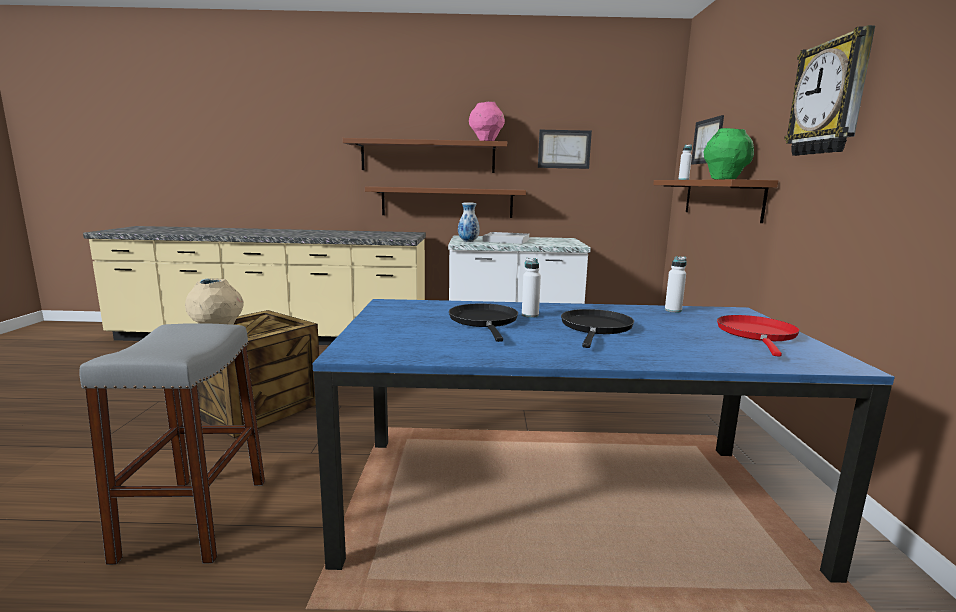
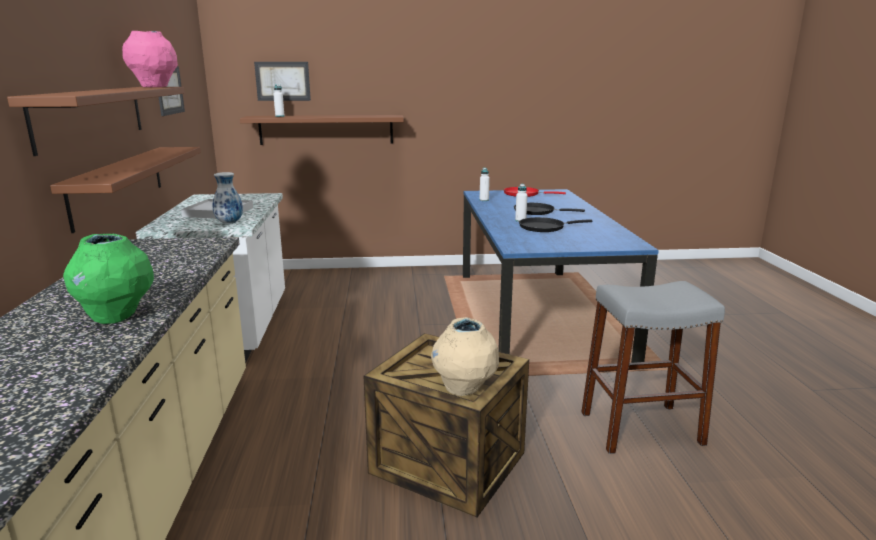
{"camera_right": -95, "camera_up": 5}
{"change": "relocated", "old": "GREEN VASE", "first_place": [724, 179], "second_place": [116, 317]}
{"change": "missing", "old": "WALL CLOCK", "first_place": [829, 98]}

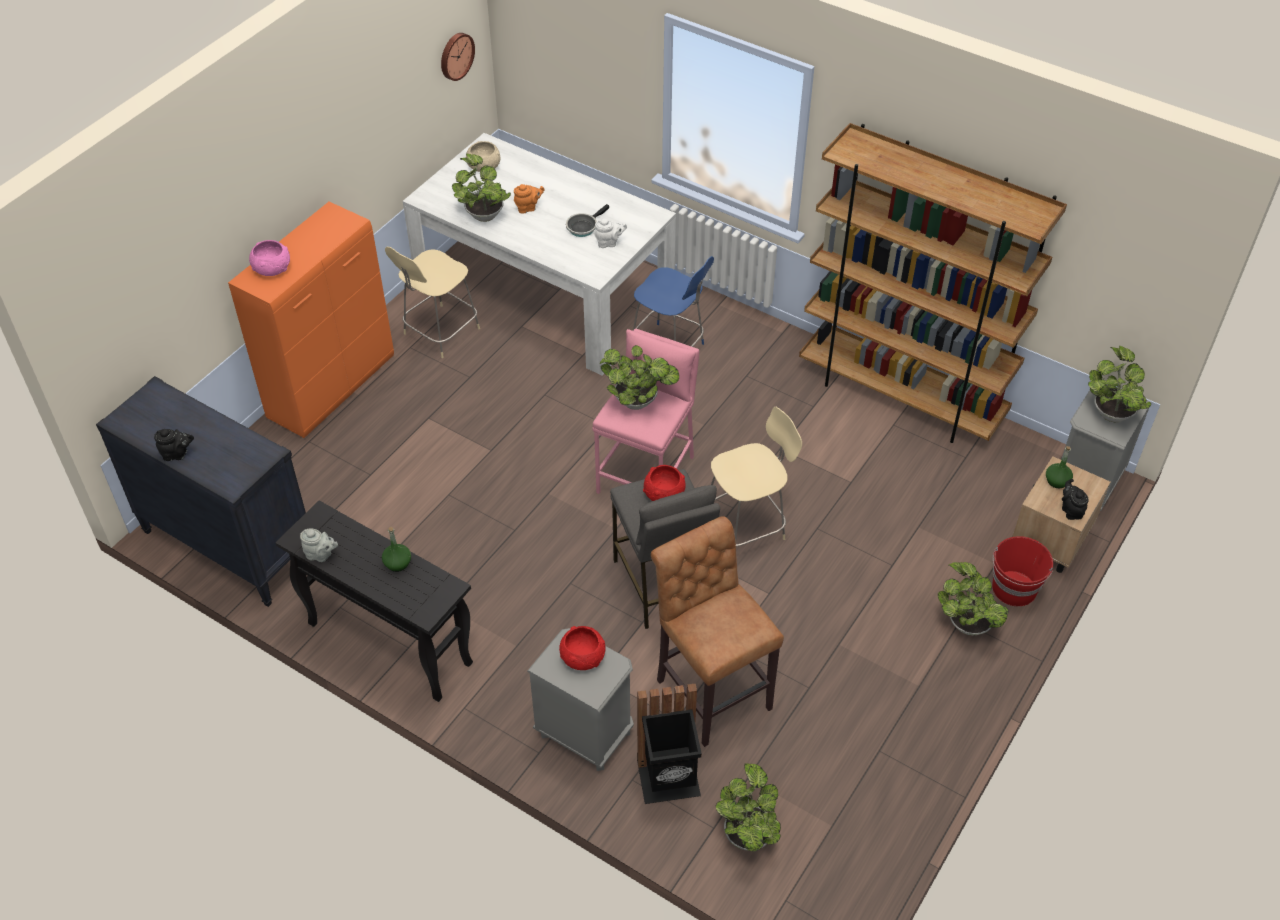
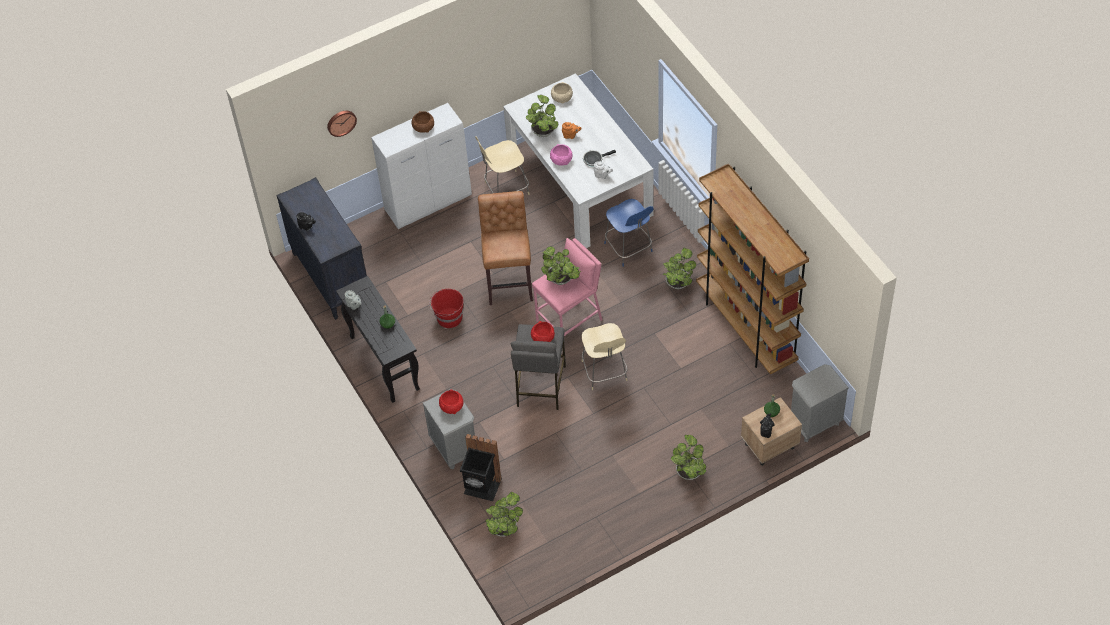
{"camera_right": 30, "camera_up": 5}
{"change": "relocated", "old": "WALL CLOCK", "first_place": [455, 55], "second_place": [341, 122]}
{"change": "colour", "old": "ORANGE CABINET", "new": "WHITE CABINET", "first_place": [332, 387], "second_place": [429, 203]}
{"change": "appeared", "new": "BROWN BOWL", "second_place": [423, 127]}
{"change": "relocated", "old": "RED BUCKET", "first_place": [1014, 589], "second_place": [449, 318]}
{"change": "relocated", "old": "BROWN STOOL", "first_place": [710, 690], "second_place": [509, 281]}
{"change": "relocated", "old": "PINK BOWL", "first_place": [272, 268], "second_place": [561, 160]}
{"change": "spun", "old": "BEIGE CHAIR", "first_place": [746, 528], "second_place": [604, 372], "degrees": 75}
{"change": "relocated", "old": "POTTED PLANT", "first_place": [1111, 411], "second_place": [678, 282]}

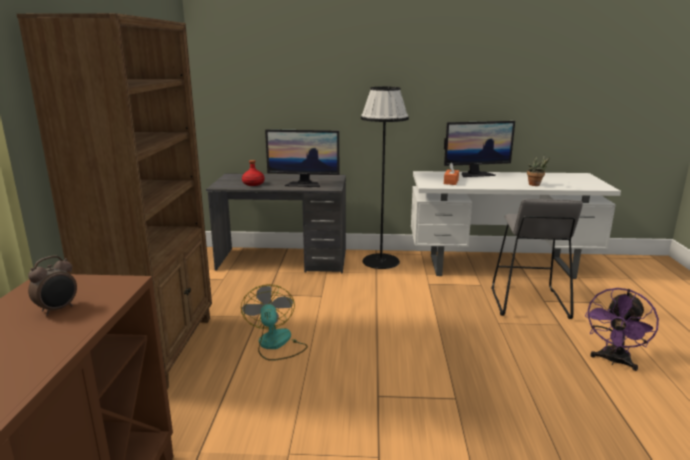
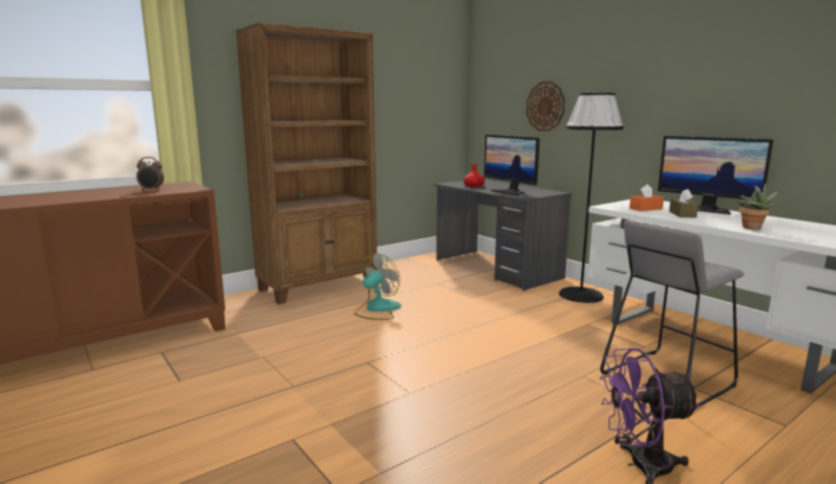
{"camera_right": 50, "camera_up": -5}
{"change": "appeared", "new": "WALL CLOCK", "second_place": [545, 106]}
{"change": "appeared", "new": "BROWN TISSUE BOX", "second_place": [682, 214]}

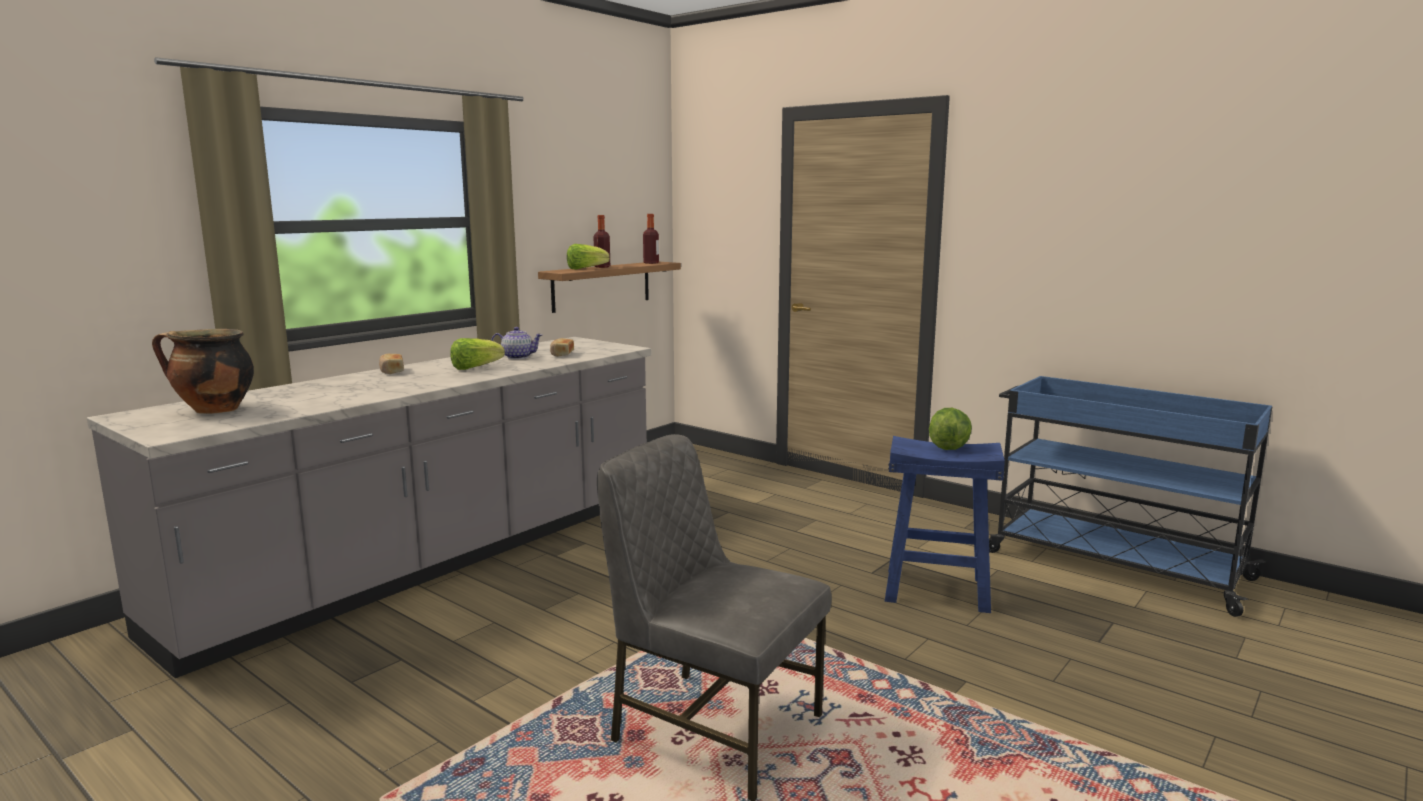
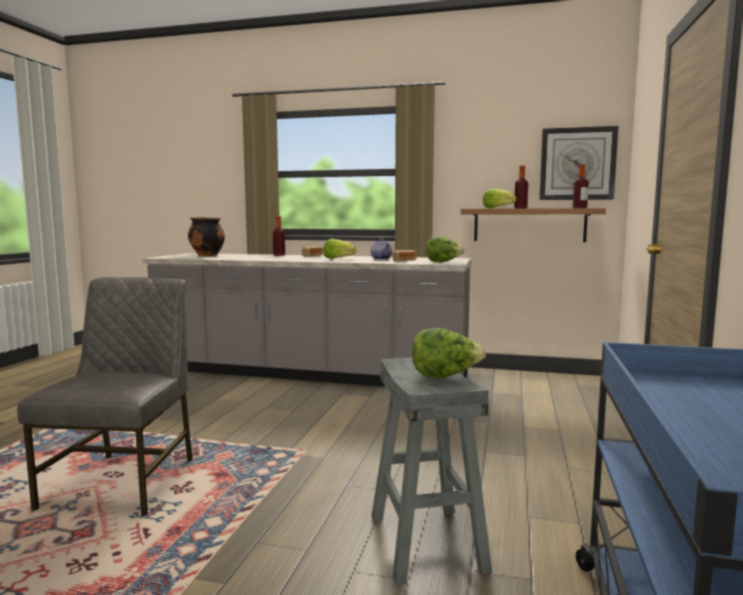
{"camera_right": 65, "camera_up": -5}
{"change": "appeared", "new": "BOTTLE", "second_place": [279, 255]}
{"change": "colour", "old": "BLUE STOOL", "new": "GREY STOOL", "first_place": [937, 589], "second_place": [427, 542]}
{"change": "appeared", "new": "LETTUCE", "second_place": [443, 262]}
{"change": "appeared", "new": "WALL CLOCK", "second_place": [577, 164]}

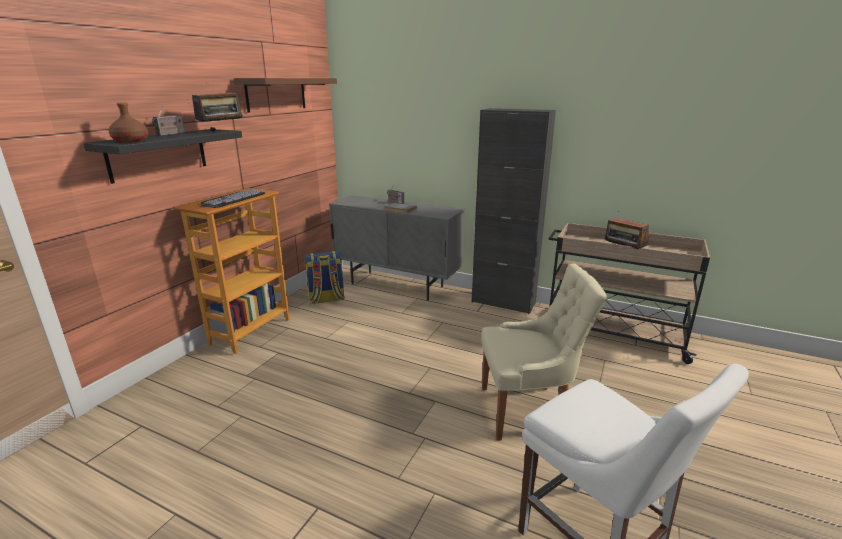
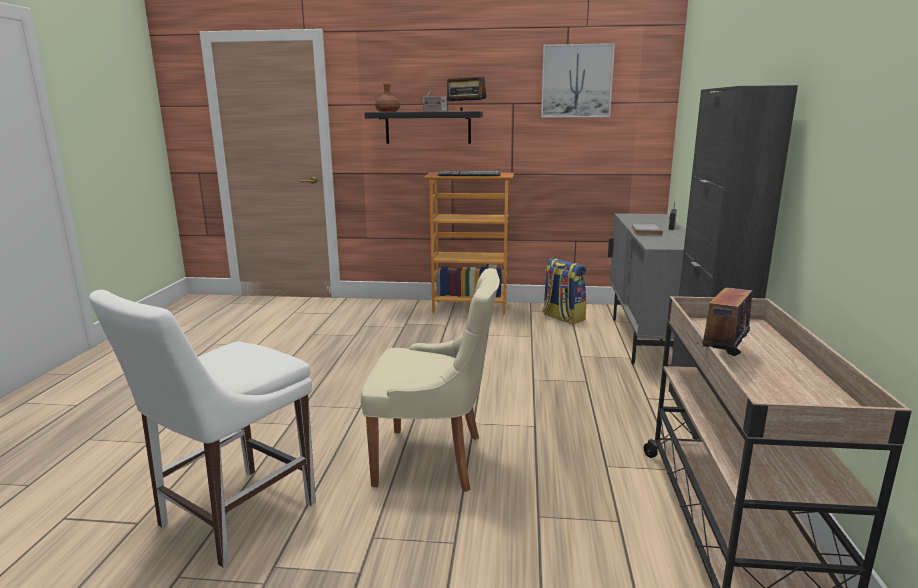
{"camera_right": 70, "camera_up": -5}
{"change": "spun", "old": "BEIGE CHAIR", "first_place": [527, 411], "second_place": [434, 459], "degrees": -60}
{"change": "exchanged", "old": "BROWN SHELF", "new": "PICTURE", "first_place": [276, 94], "second_place": [576, 81]}

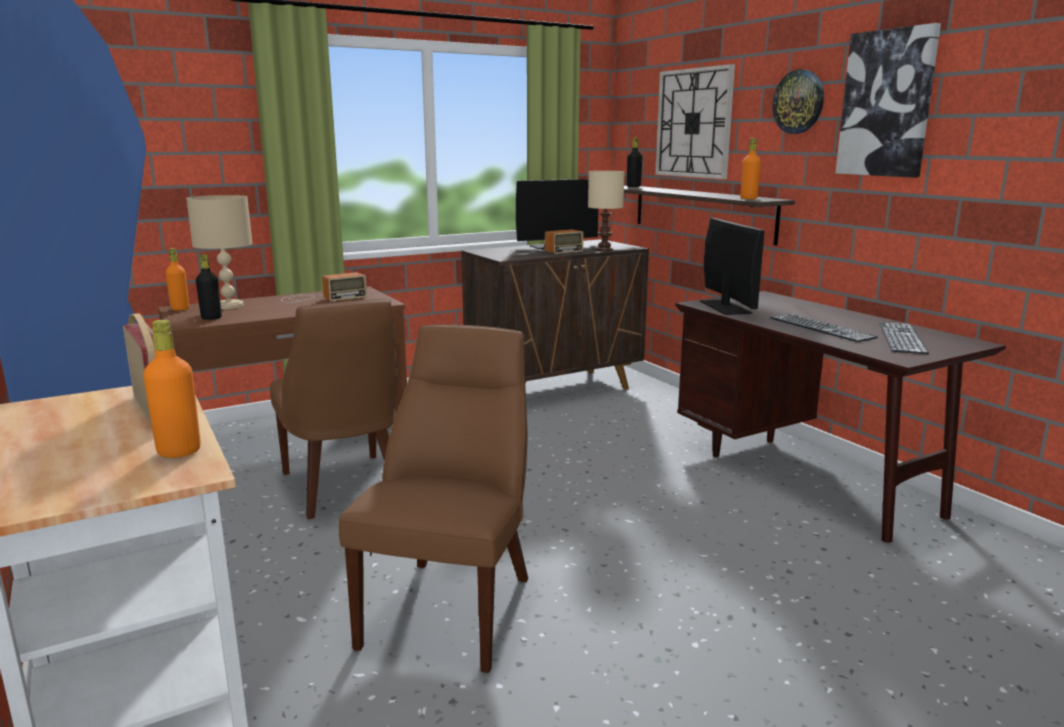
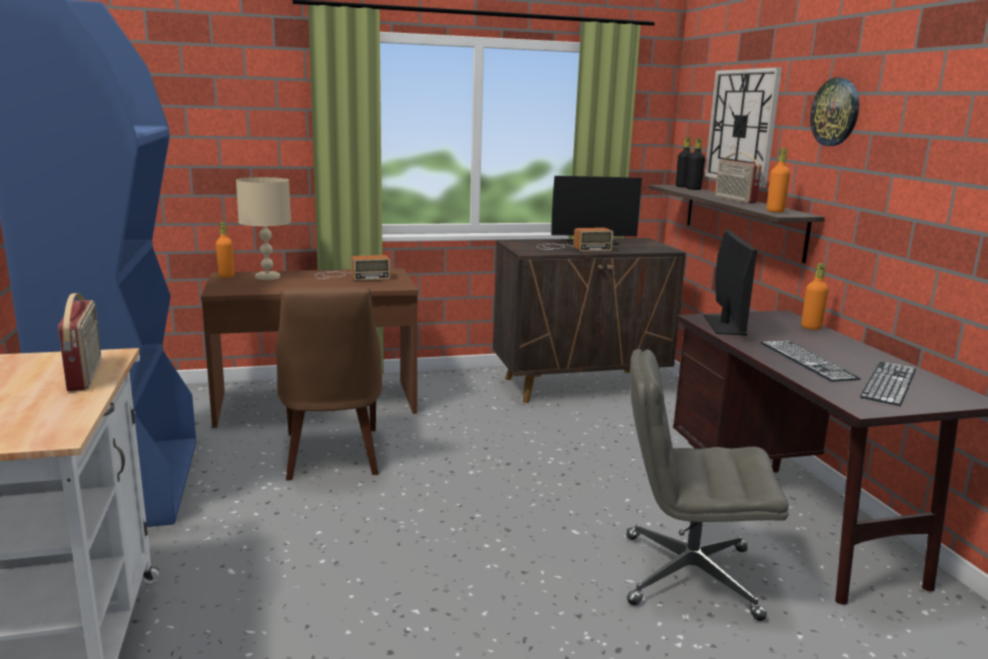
{"camera_right": 15, "camera_up": 0}
{"change": "appeared", "new": "GREY OFFICE CHAIR", "second_place": [687, 576]}
{"change": "relocated", "old": "BLACK BOTTLE", "first_place": [211, 318], "second_place": [693, 189]}
{"change": "appeared", "new": "RADIO", "second_place": [734, 199]}
{"change": "relocated", "old": "ORANGE BOTTLE", "first_place": [179, 451], "second_place": [811, 327]}
{"change": "missing", "old": "BROWN CHAIR", "first_place": [452, 606]}
{"change": "missing", "old": "BEIGE TABLE LAMP", "first_place": [605, 250]}
{"change": "missing", "old": "PICTURE", "first_place": [887, 104]}

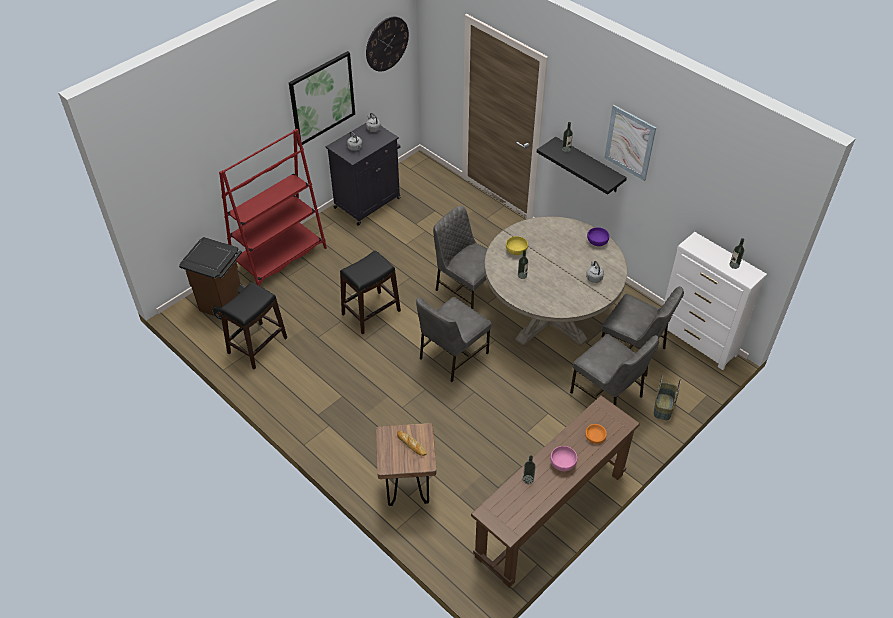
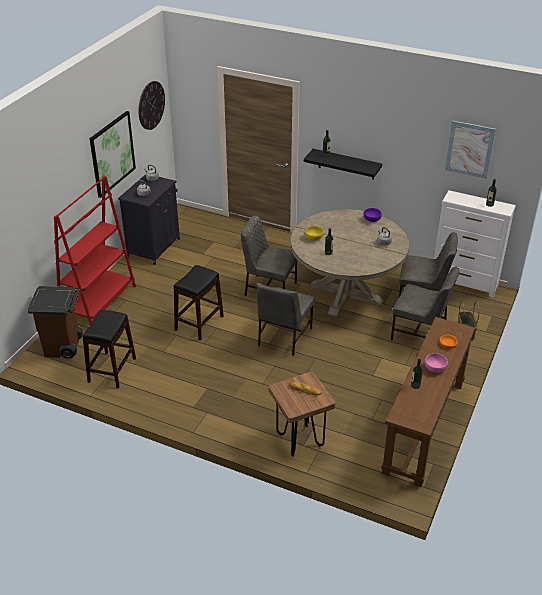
{"camera_right": -20, "camera_up": -10}
{"change": "relocated", "old": "PICTURE", "first_place": [630, 142], "second_place": [469, 149]}

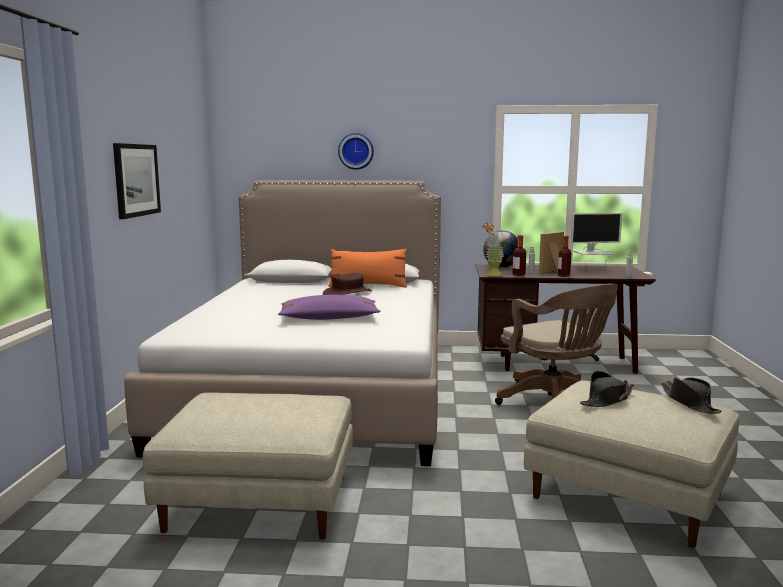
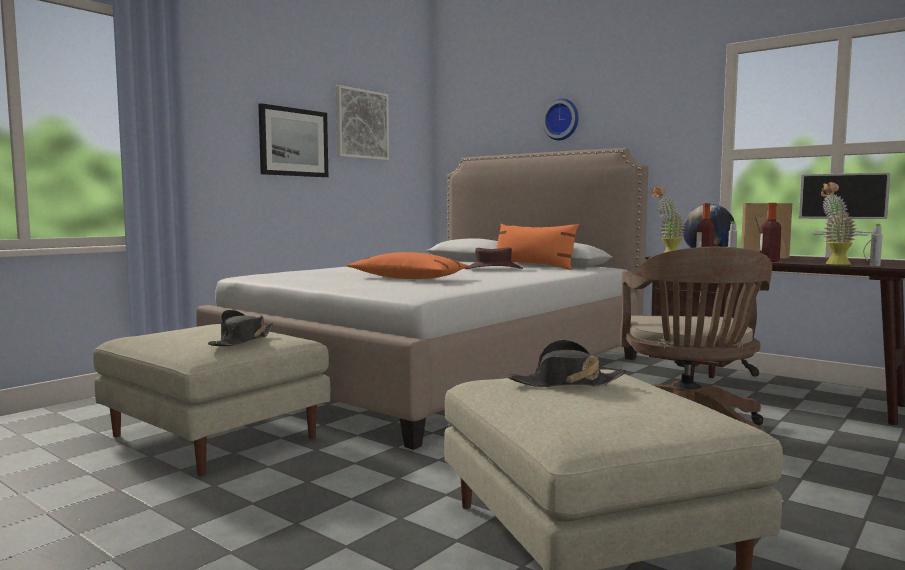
{"camera_right": 35, "camera_up": -5}
{"change": "relocated", "old": "BLACK HAT", "first_place": [689, 402], "second_place": [242, 340]}
{"change": "appeared", "new": "PICTURE", "second_place": [361, 124]}
{"change": "colour", "old": "PURPLE PILLOW", "new": "ORANGE PILLOW", "first_place": [329, 318], "second_place": [407, 278]}
{"change": "appeared", "new": "POTTED PLANT", "second_place": [833, 263]}

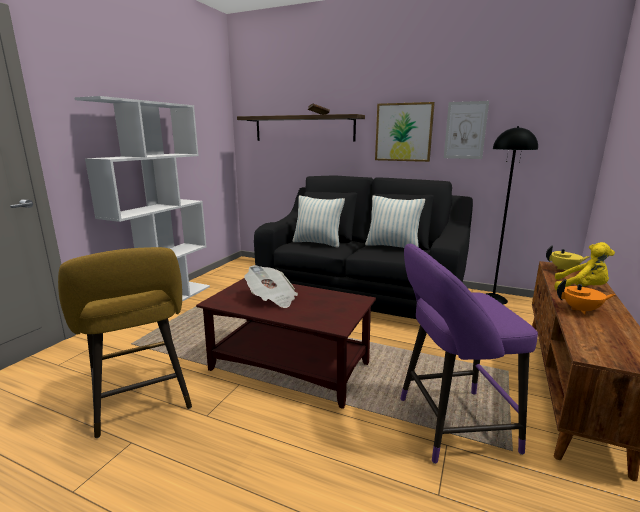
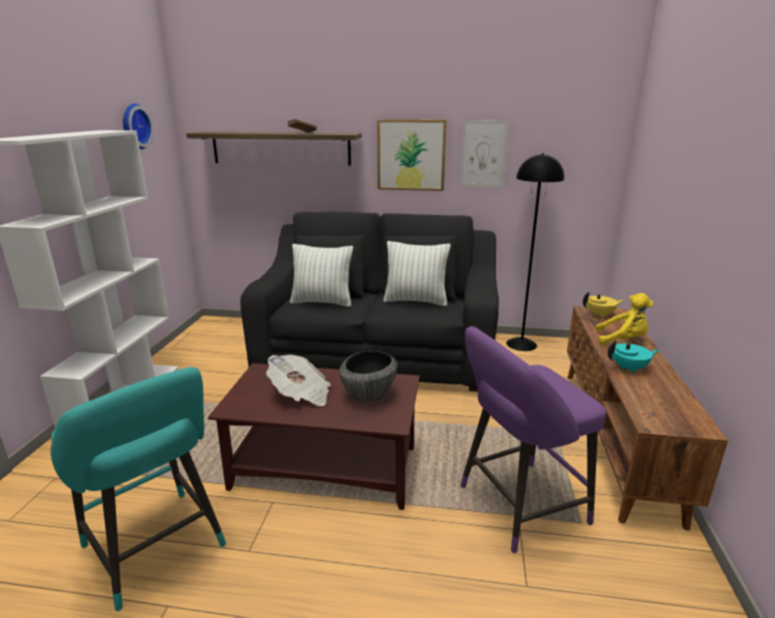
{"camera_right": -15, "camera_up": 5}
{"change": "colour", "old": "YELLOW STOOL", "new": "TURQUOISE STOOL", "first_place": [142, 402], "second_place": [157, 551]}
{"change": "appeared", "new": "WALL CLOCK", "second_place": [134, 126]}
{"change": "appeared", "new": "BOWL", "second_place": [368, 395]}
{"change": "colour", "old": "ORANGE TEAPOT", "new": "TURQUOISE TEAPOT", "first_place": [581, 310], "second_place": [629, 368]}

